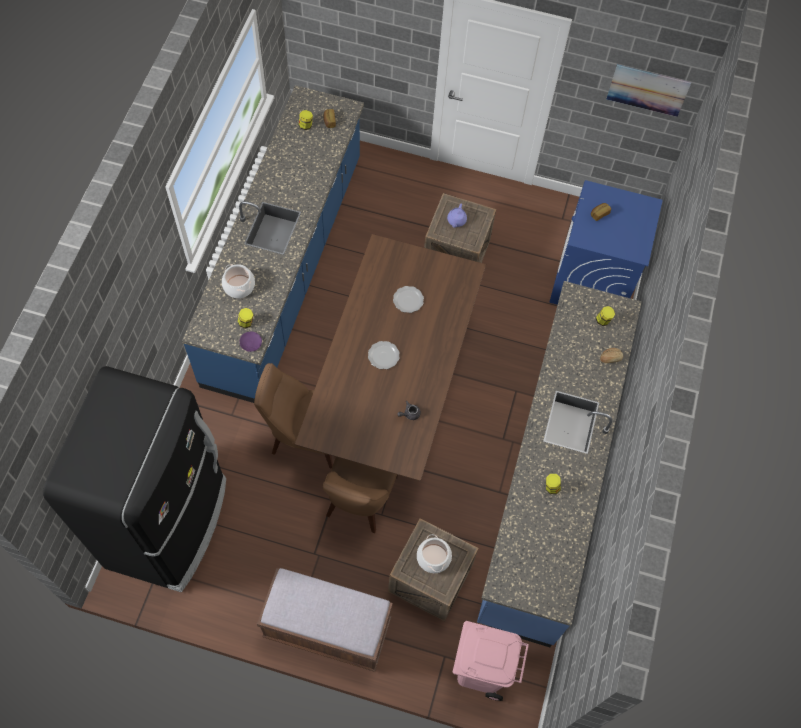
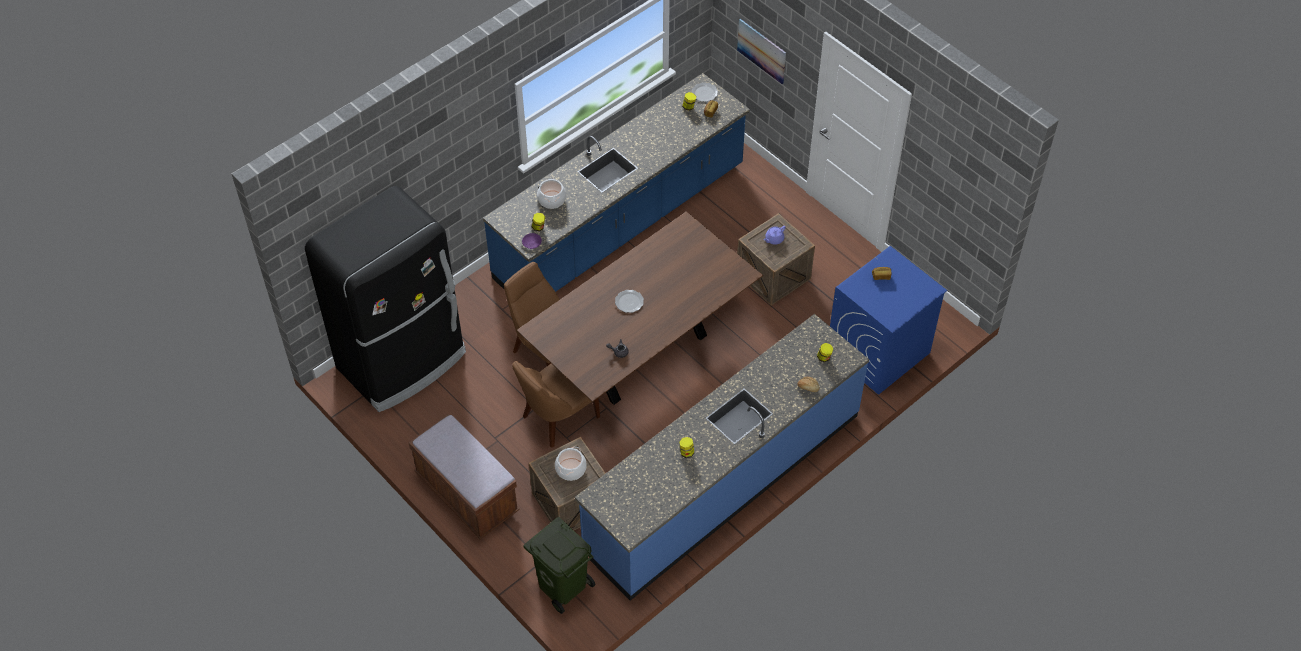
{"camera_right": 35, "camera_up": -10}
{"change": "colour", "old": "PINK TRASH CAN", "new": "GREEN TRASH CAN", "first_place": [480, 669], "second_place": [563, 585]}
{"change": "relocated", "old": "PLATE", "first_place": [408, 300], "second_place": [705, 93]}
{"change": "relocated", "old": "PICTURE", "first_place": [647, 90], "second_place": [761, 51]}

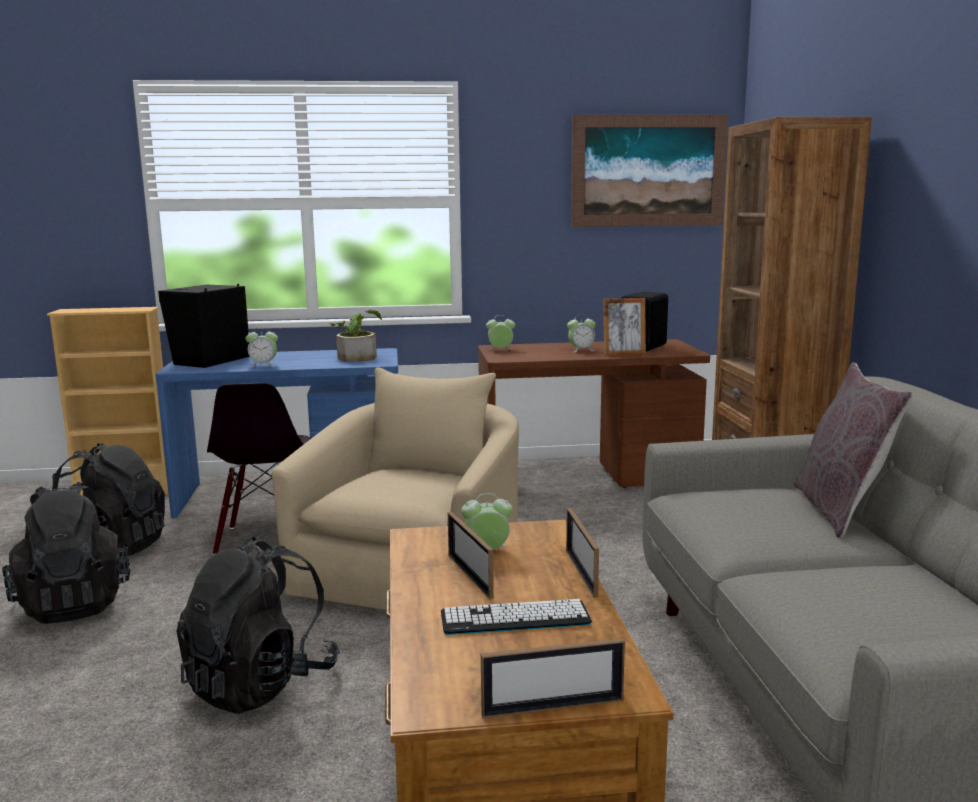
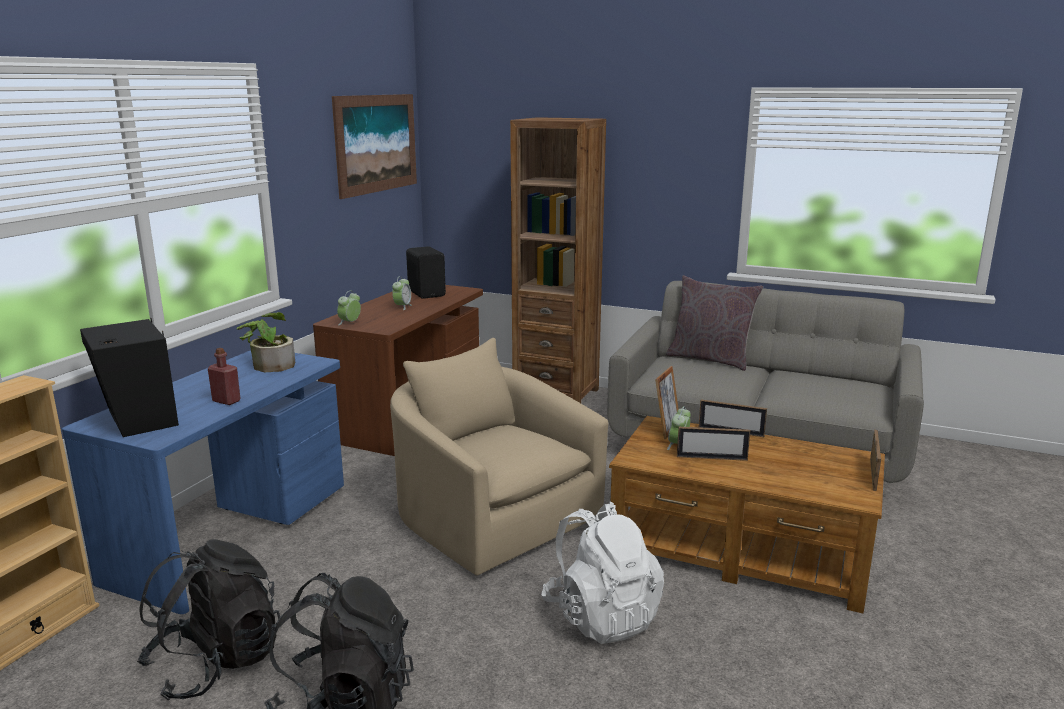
{"camera_right": -60, "camera_up": 5}
{"change": "exchanged", "old": "ALARM CLOCK", "new": "RED BOTTLE", "first_place": [263, 365], "second_place": [226, 401]}
{"change": "colour", "old": "BLACK BACKPACK", "new": "WHITE BACKPACK", "first_place": [261, 683], "second_place": [601, 616]}
{"change": "relocated", "old": "PICTURE FRAME", "first_place": [623, 354], "second_place": [666, 430]}
{"change": "missing", "old": "BLACK CHAIR", "first_place": [266, 538]}
{"change": "missing", "old": "KEYBOARD", "first_place": [515, 618]}

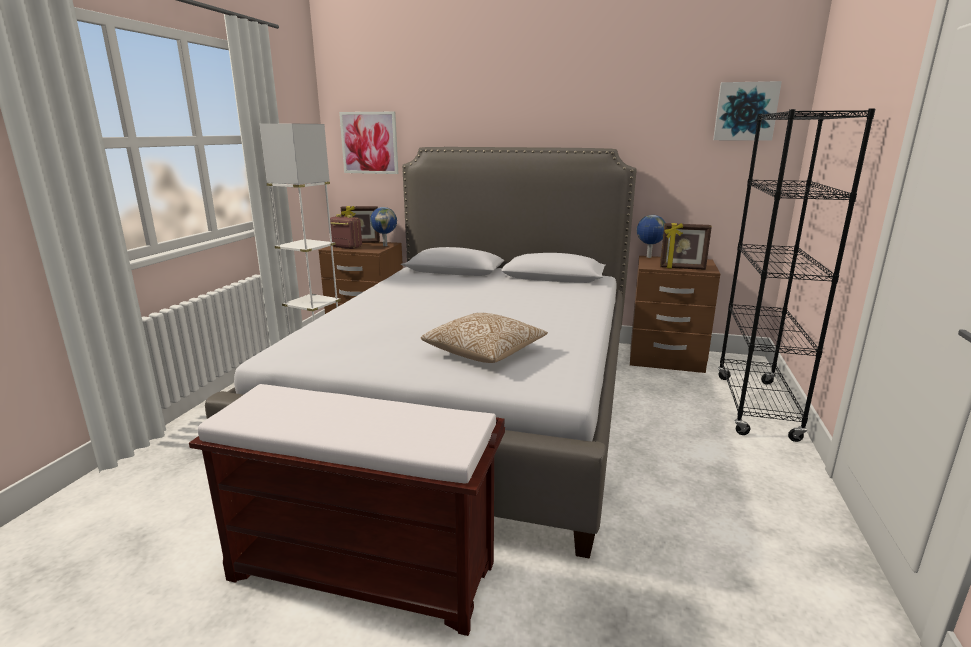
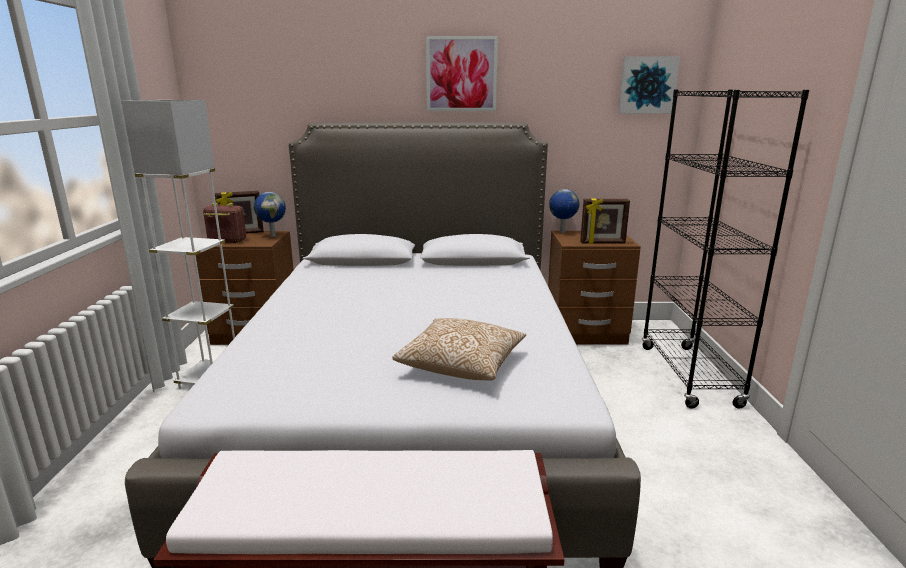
{"camera_right": -15, "camera_up": 0}
{"change": "relocated", "old": "PICTURE", "first_place": [369, 143], "second_place": [461, 74]}

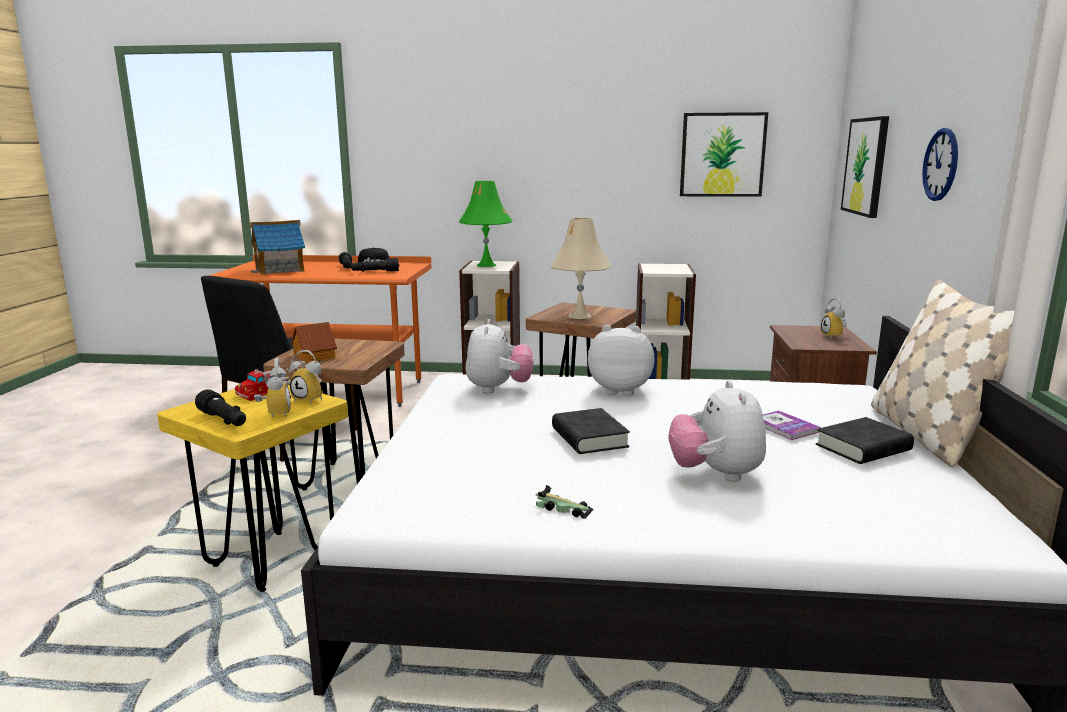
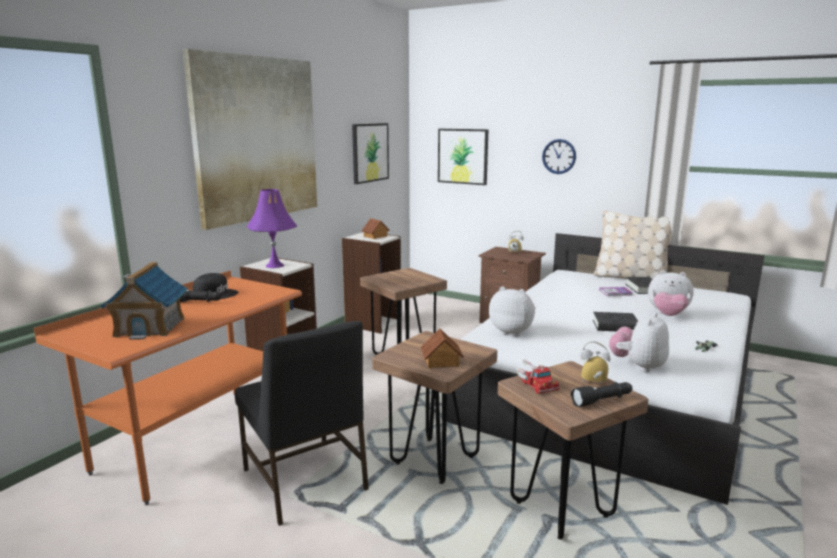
{"camera_right": -65, "camera_up": 0}
{"change": "appeared", "new": "PICTURE", "second_place": [257, 139]}
{"change": "colour", "old": "GREEN TABLE LAMP", "new": "PURPLE TABLE LAMP", "first_place": [486, 265], "second_place": [275, 265]}
{"change": "appeared", "new": "TOY HOUSE", "second_place": [375, 236]}
{"change": "colour", "old": "YELLOW STOOL", "new": "BROWN STOOL", "first_place": [272, 561], "second_place": [561, 510]}
{"change": "relocated", "old": "PLUSH TOY", "first_place": [620, 390], "second_place": [638, 366]}
{"change": "missing", "old": "ALARM CLOCK", "first_place": [311, 399]}
{"change": "missing", "old": "BLACK FLASHLIGHT", "first_place": [375, 272]}
{"change": "missing", "old": "BEIGE TABLE LAMP", "first_place": [580, 316]}

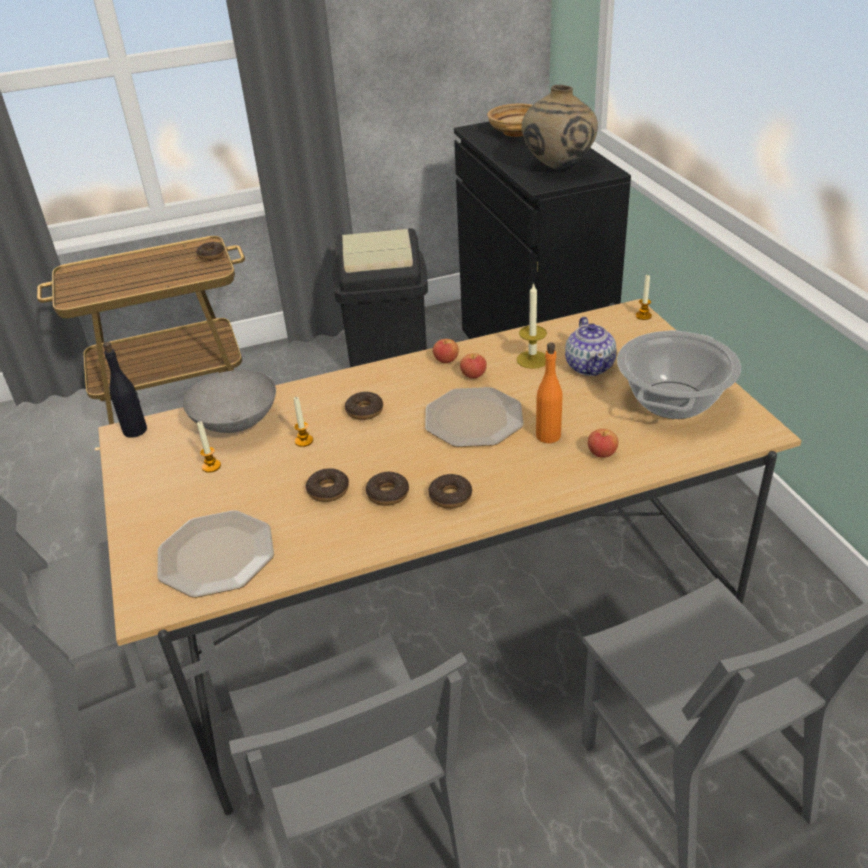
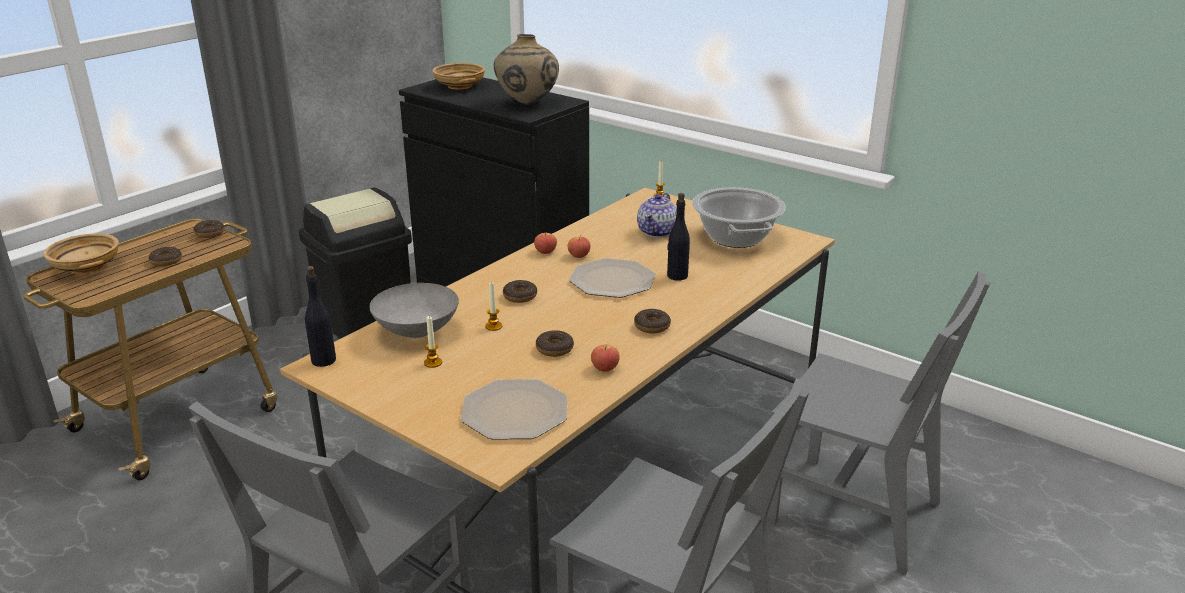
{"camera_right": -35, "camera_up": -10}
{"change": "appeared", "new": "BEIGE BOWL", "second_place": [86, 267]}
{"change": "relocated", "old": "DONUT", "first_place": [388, 494], "second_place": [166, 261]}
{"change": "relocated", "old": "APPLE", "first_place": [602, 453], "second_place": [605, 368]}
{"change": "spun", "old": "TEAPOT", "first_place": [590, 366], "second_place": [657, 232], "degrees": 60}
{"change": "colour", "old": "ORANGE BOTTLE", "new": "BLACK BOTTLE", "first_place": [548, 435], "second_place": [677, 276]}
{"change": "missing", "old": "CANDLE", "first_place": [532, 359]}

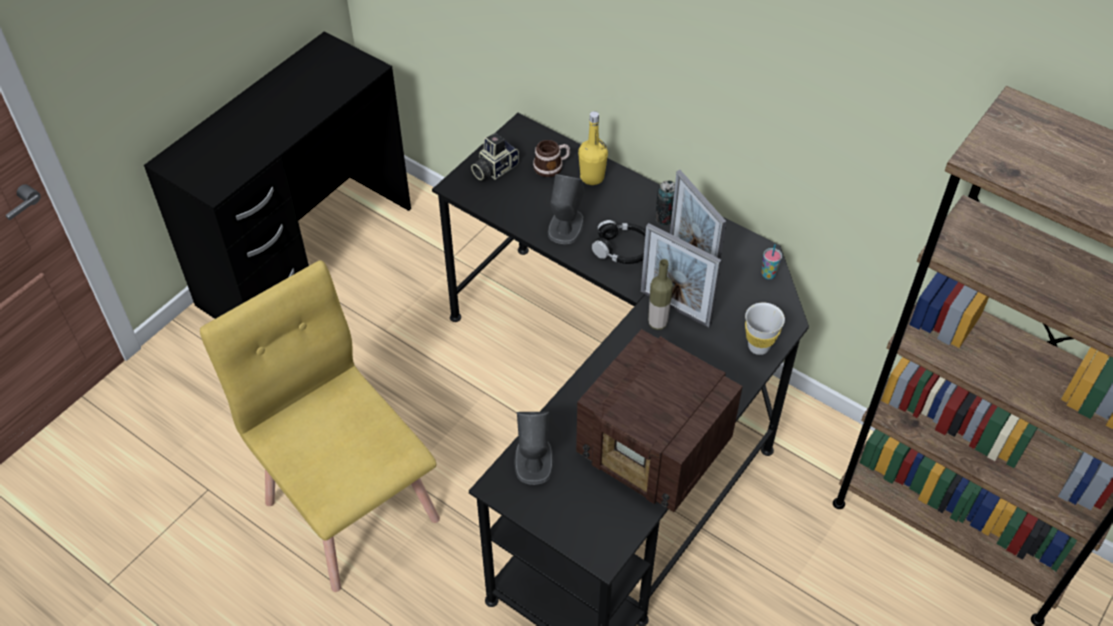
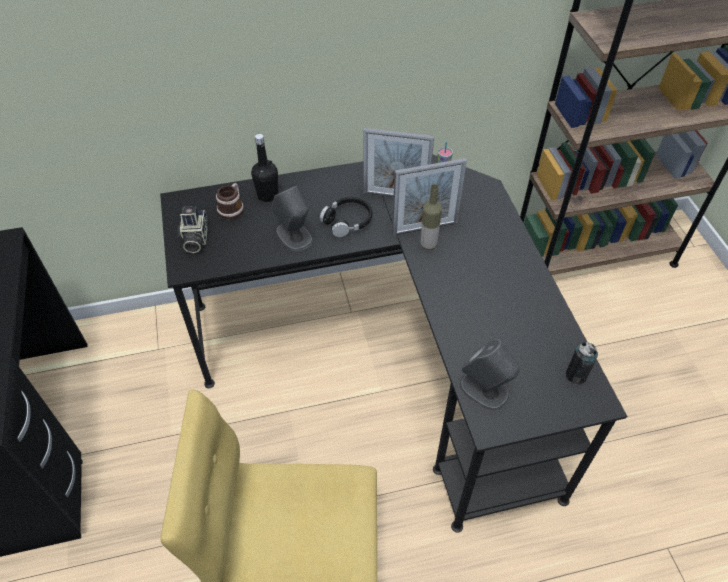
{"camera_right": -50, "camera_up": 0}
{"change": "colour", "old": "YELLOW BOTTLE", "new": "BLACK BOTTLE", "first_place": [592, 177], "second_place": [267, 195]}
{"change": "relocated", "old": "CAN", "first_place": [664, 218], "second_place": [576, 375]}
{"change": "missing", "old": "RADIO", "first_place": [655, 451]}
{"change": "missing", "old": "WHITE CUP", "first_place": [758, 347]}

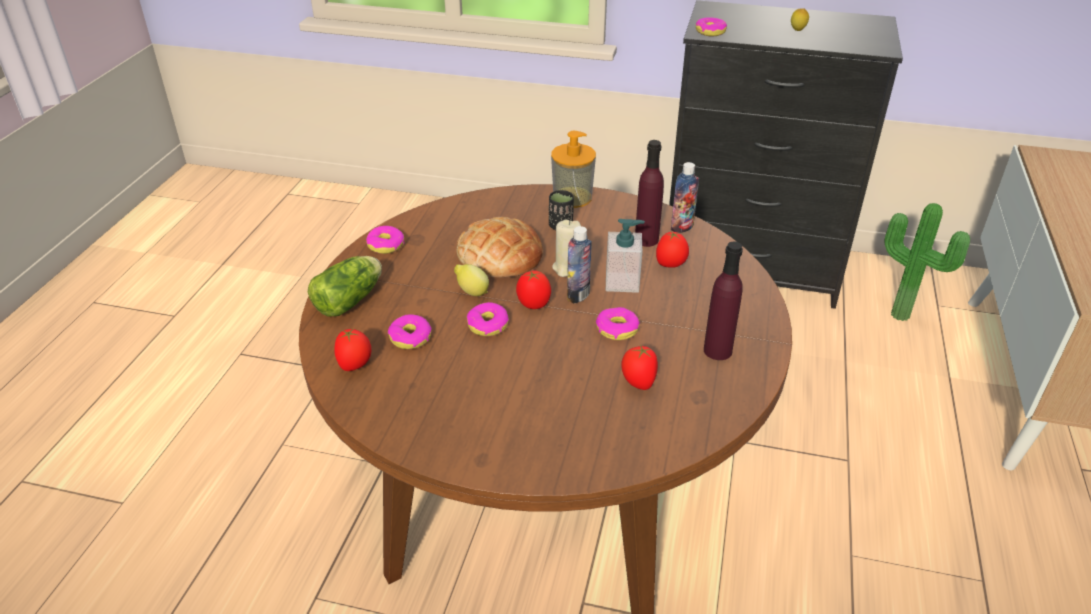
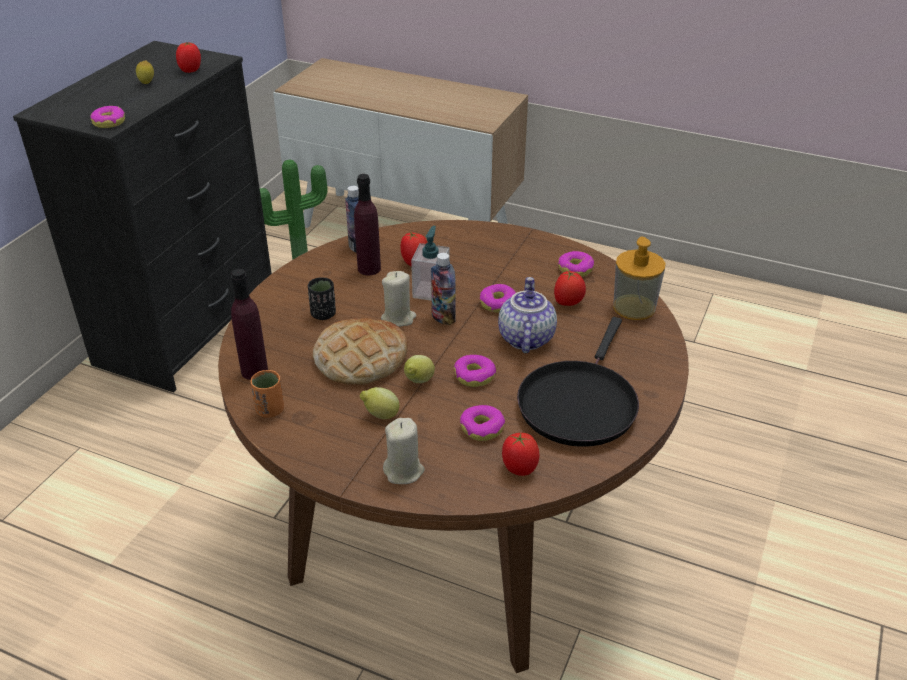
{"camera_right": -80, "camera_up": 0}
{"change": "relocated", "old": "TOMATO", "first_place": [533, 304], "second_place": [191, 70]}
{"change": "relocated", "old": "PURPLE BOTTLE", "first_place": [717, 350], "second_place": [254, 371]}
{"change": "appeared", "new": "ORANGE CUP", "second_place": [270, 410]}
{"change": "appeared", "new": "LEMON", "second_place": [380, 415]}
{"change": "exchanged", "old": "LETTUCE", "new": "BEIGE CANDLE", "first_place": [351, 299], "second_place": [404, 471]}
{"change": "appeared", "new": "TEAPOT", "second_place": [524, 338]}
{"change": "appeared", "new": "BLACK FRYING PAN", "second_place": [578, 403]}
{"change": "relocated", "old": "DONUT", "first_place": [386, 245], "second_place": [575, 269]}
{"change": "relocated", "old": "SOAP DISPENSER", "first_place": [572, 197], "second_place": [634, 307]}

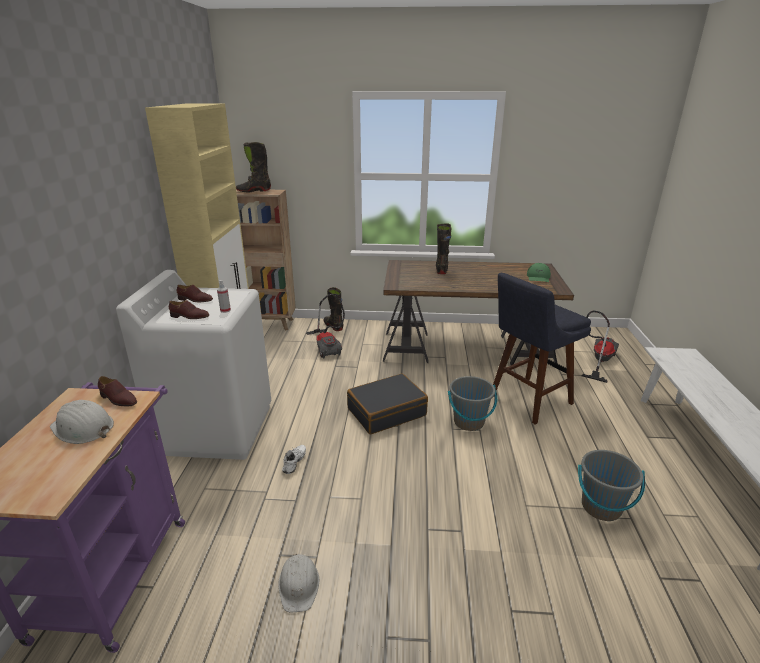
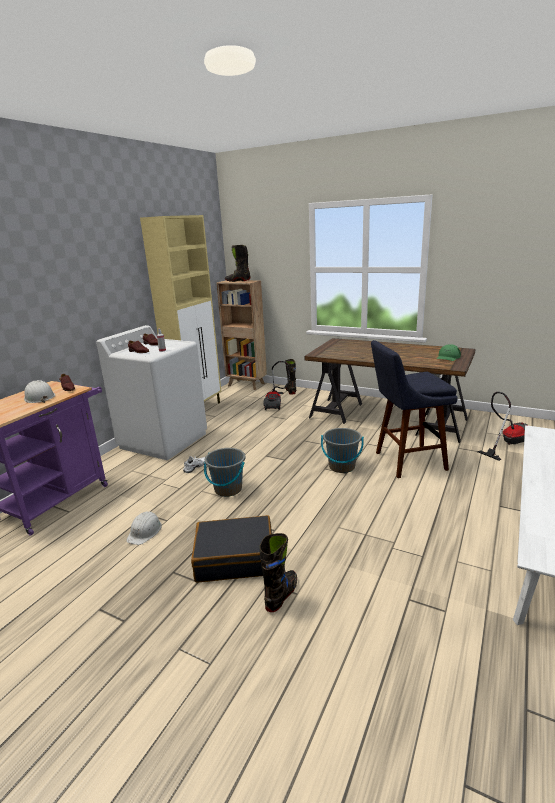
{"camera_right": 25, "camera_up": -5}
{"change": "relocated", "old": "BLACK SUITCASE", "first_place": [386, 412], "second_place": [235, 558]}
{"change": "relocated", "old": "GREY BUCKET", "first_place": [601, 507], "second_place": [228, 489]}
{"change": "relocated", "old": "BLACK BOOT", "first_place": [441, 269], "second_place": [281, 595]}

